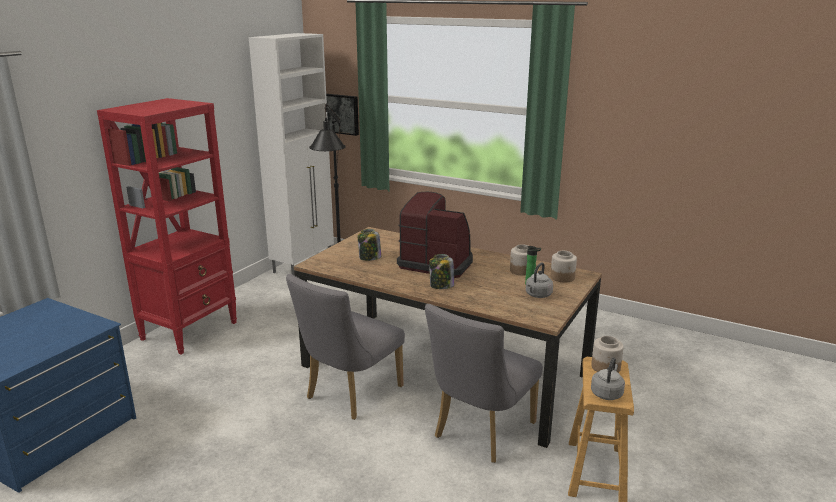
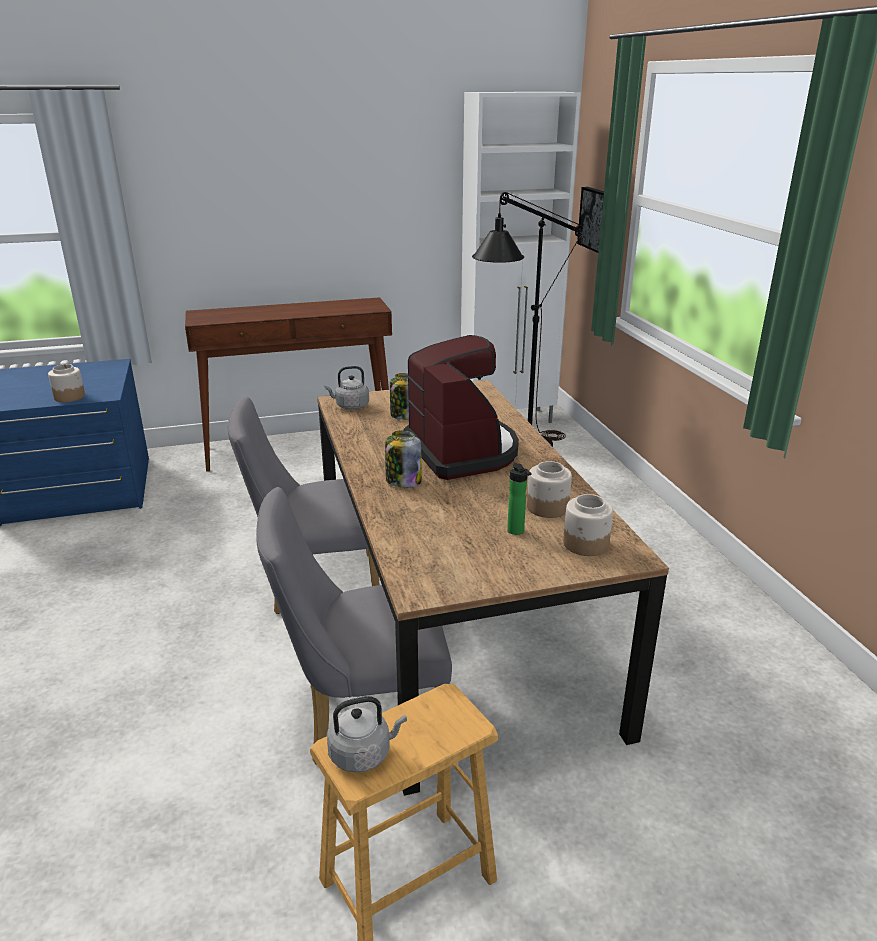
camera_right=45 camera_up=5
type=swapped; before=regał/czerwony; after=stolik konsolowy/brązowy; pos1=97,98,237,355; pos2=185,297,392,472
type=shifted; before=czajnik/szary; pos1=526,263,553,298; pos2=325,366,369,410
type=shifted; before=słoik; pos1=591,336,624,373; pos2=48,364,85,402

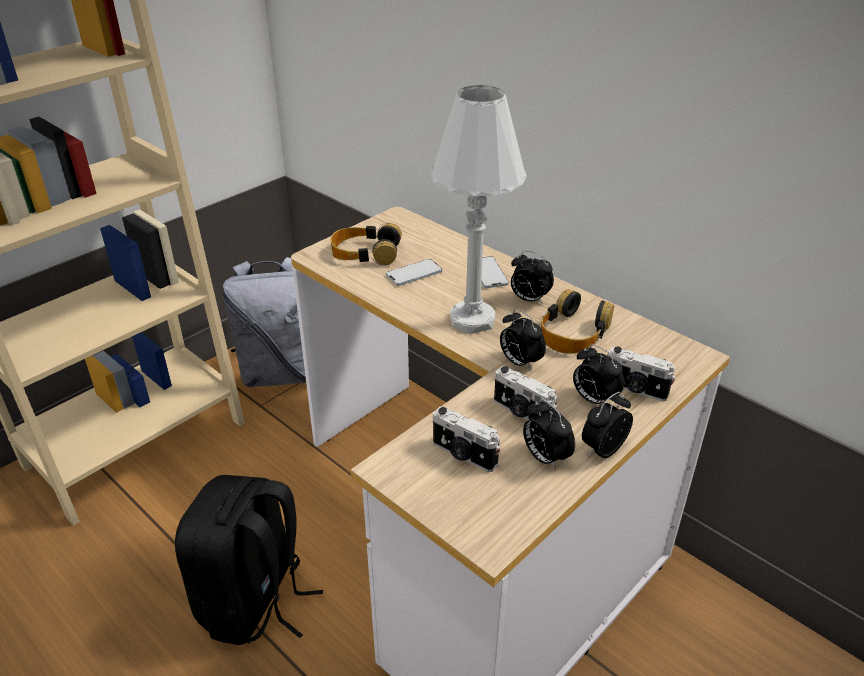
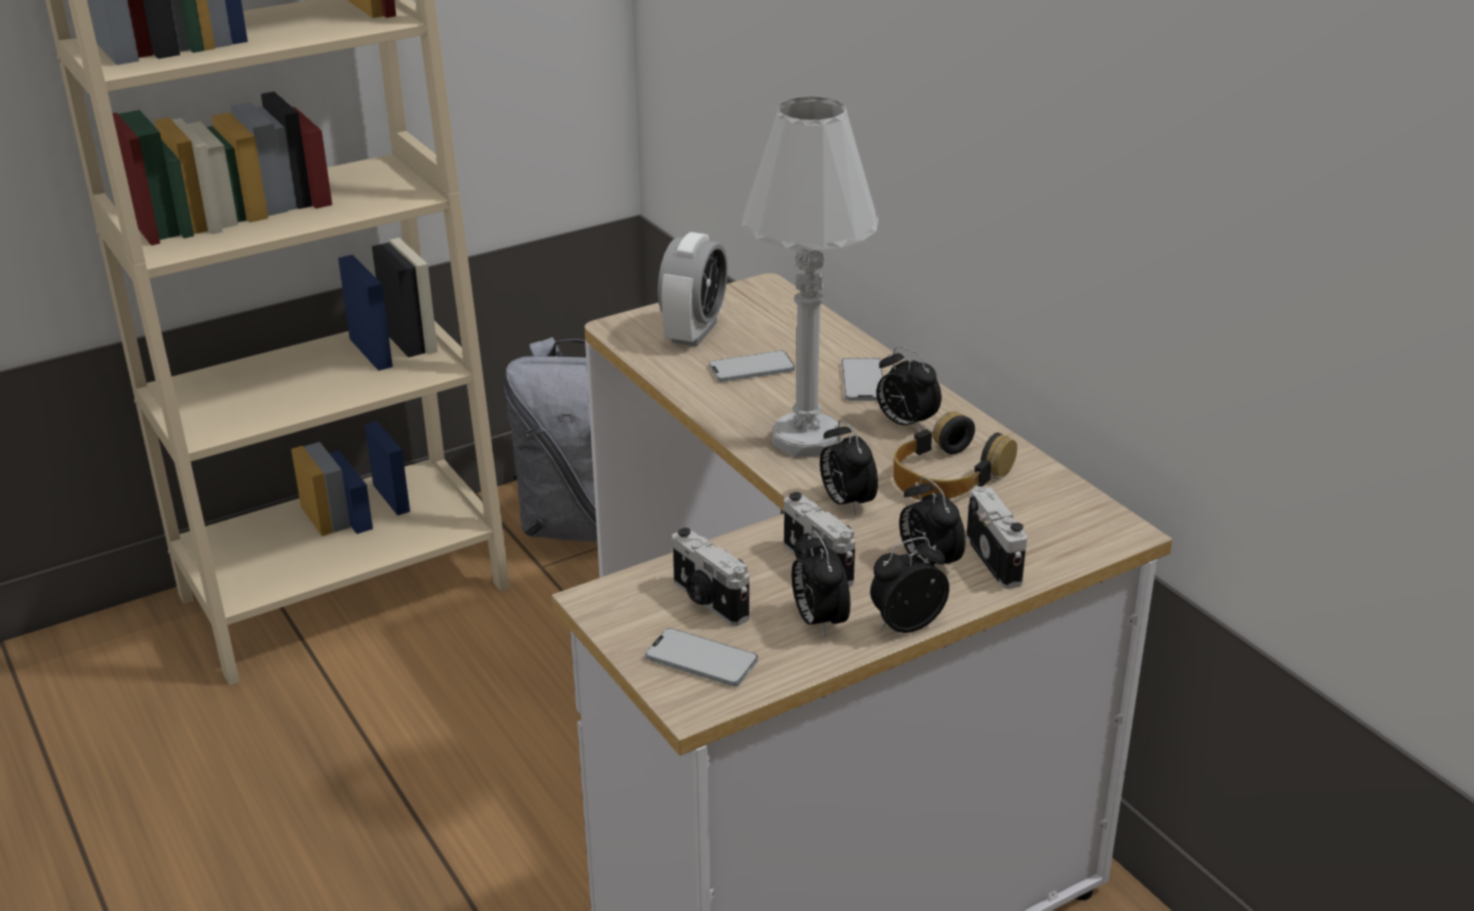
camera_right=15 camera_up=-5
type=gone; before=plecak/czarny; pos1=175,475,323,645
type=swapped; before=słuchawki; after=budzik; pos1=331,223,402,265; pos2=658,232,728,347
type=rotated; before=aparat fotograficzny; pos1=607,346,676,402; pos2=966,486,1028,589; turn=-150
type=new; after=telefon; pos2=645,628,758,687

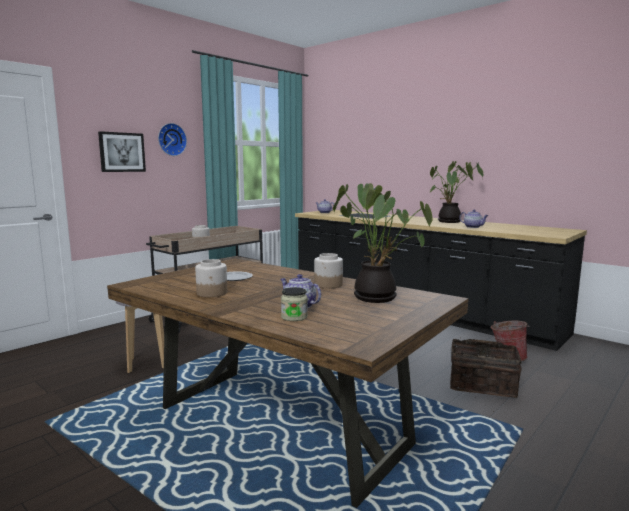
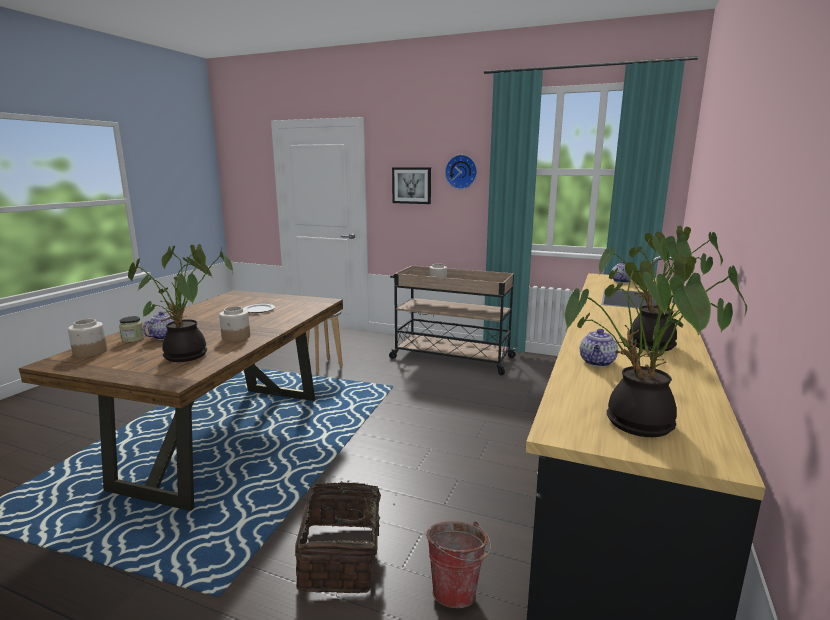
camera_right=70 camera_up=5
type=shifted; before=słoik; pos1=195,259,227,297; pos2=68,319,107,357
type=new; after=roślina doniczkowa; pos2=565,254,747,437

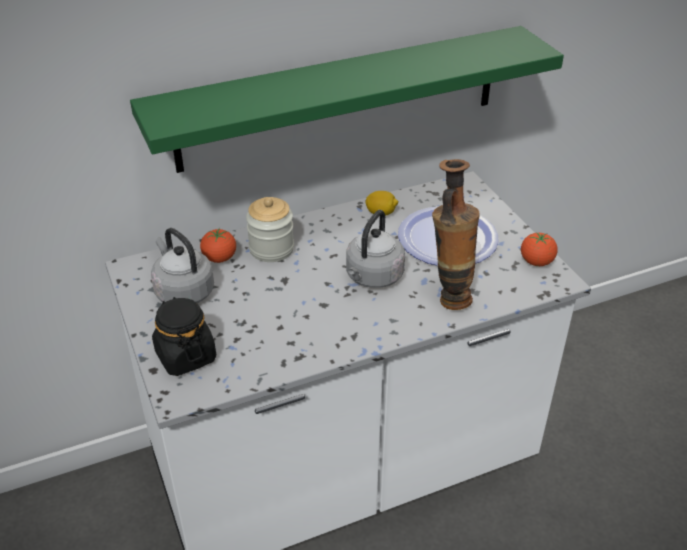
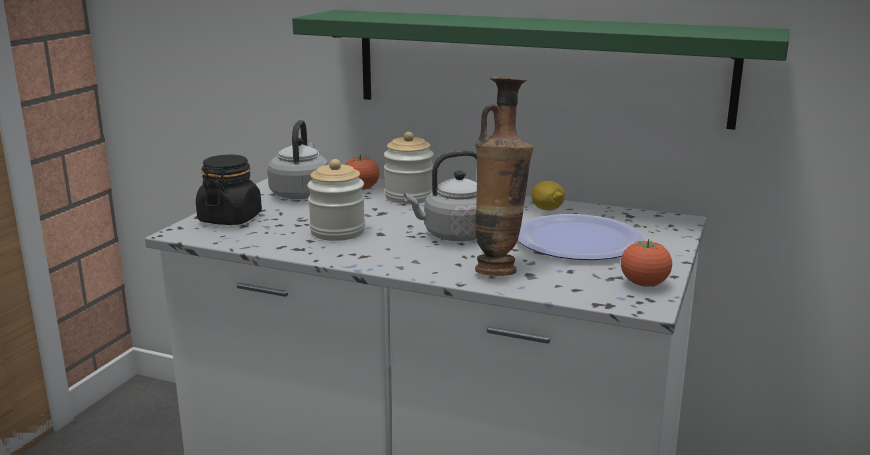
camera_right=45 camera_up=-20
type=new; after=słoik; pos2=307,159,365,241

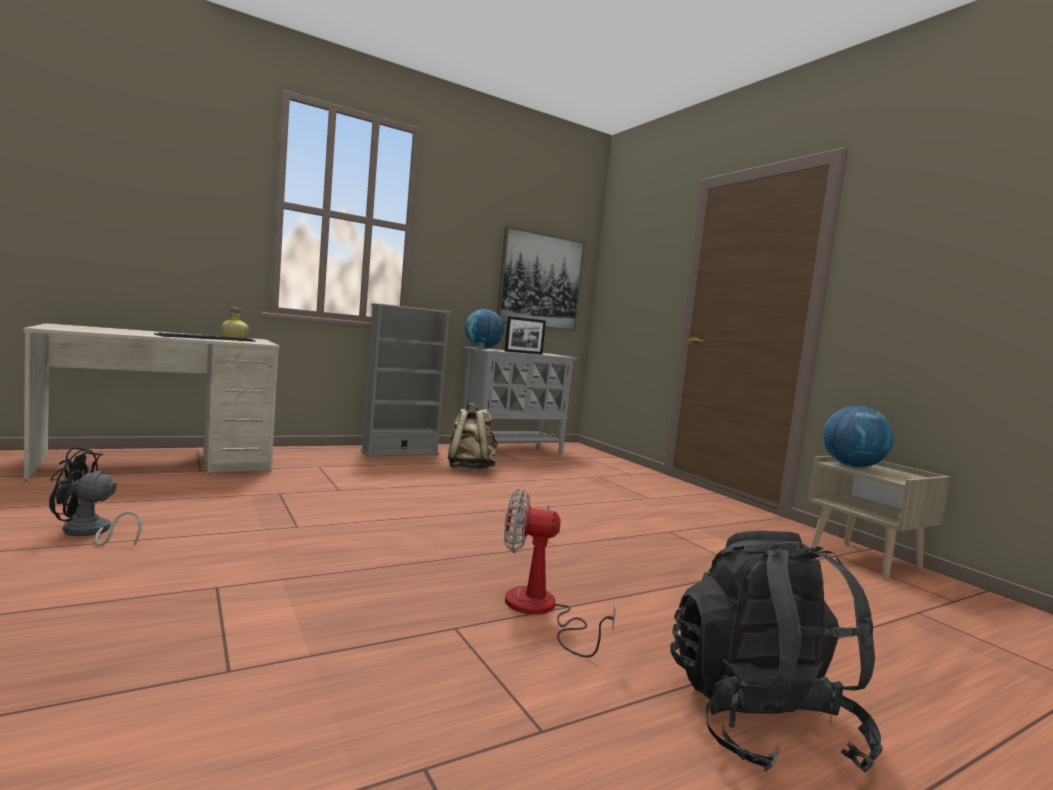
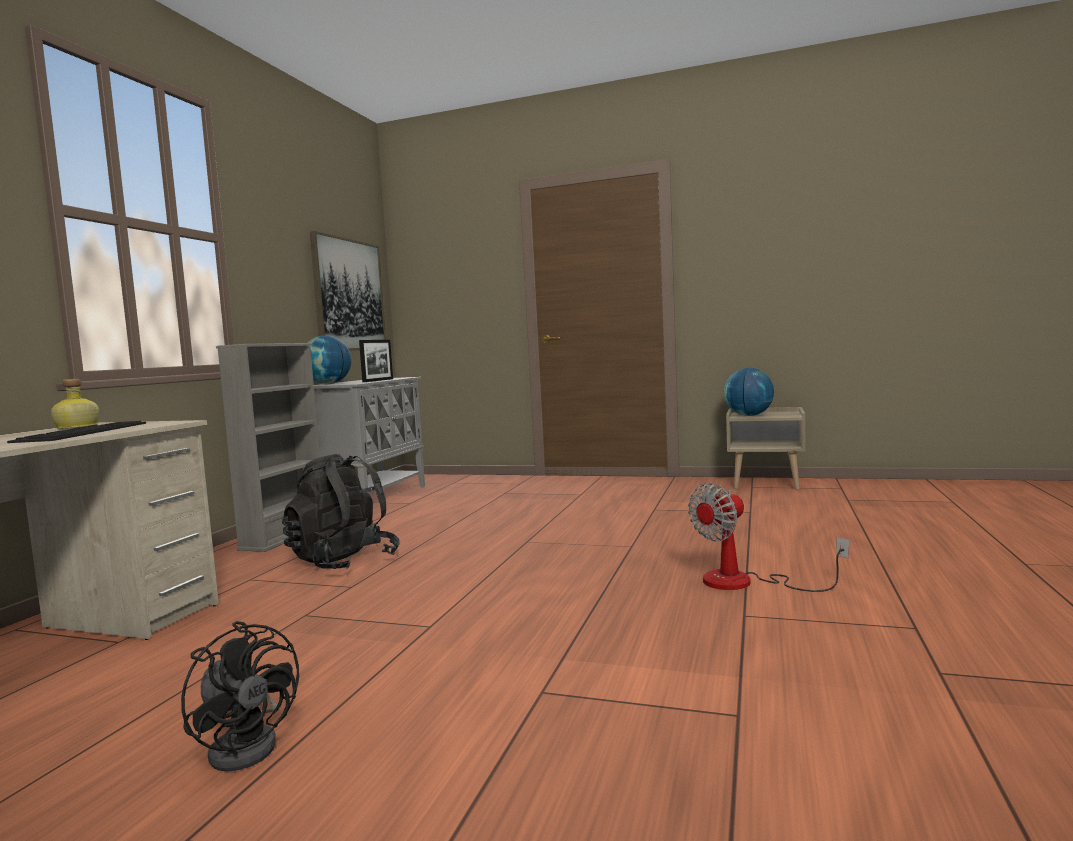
camera_right=-40 camera_up=0
type=rotated; before=wentylator/czarny; pos1=49,447,142,546; pos2=181,621,299,772; turn=-90
type=gone; before=plecak/beżowy; pos1=448,403,498,469
type=shifted; before=plecak/czarny; pos1=670,531,883,772; pos2=282,454,400,569

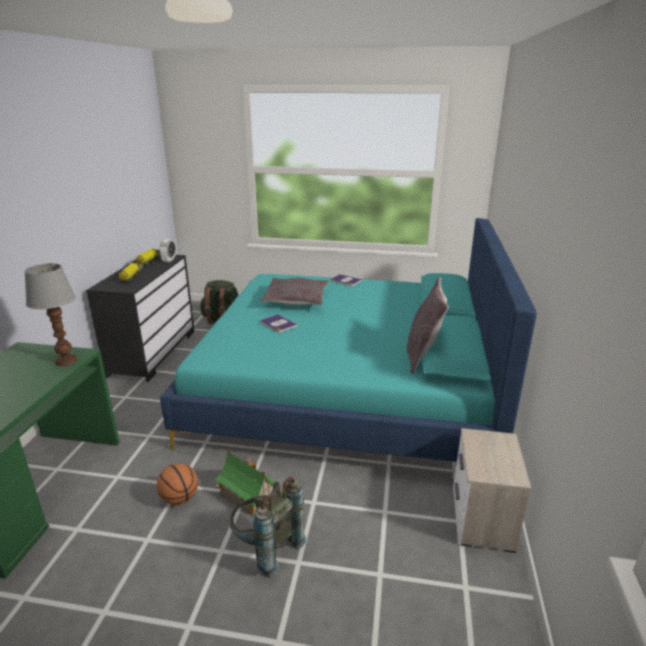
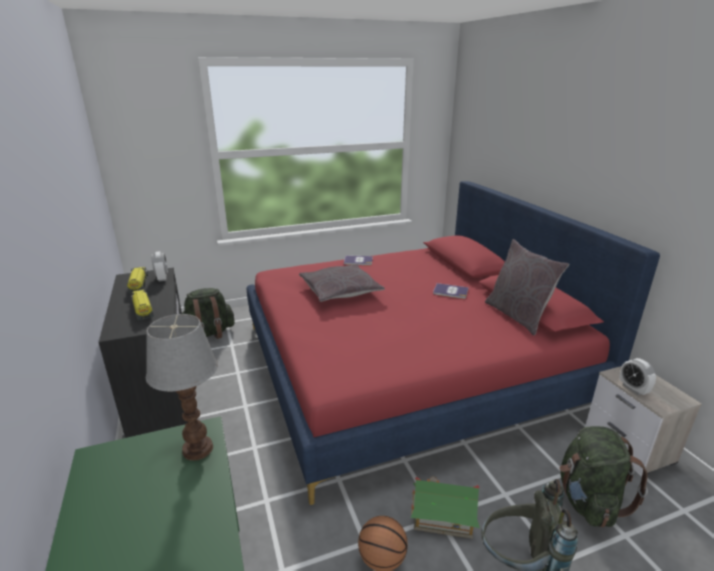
camera_right=-30 camera_up=0
type=repainted; before=łóżko/turkusowy; after=łóżko/czerwony; pos1=160,218,537,462; pos2=247,181,660,505
type=shifted; before=książka; pos1=260,314,298,333; pos2=433,283,469,299
type=new; after=plecak/zielony; pos2=559,426,648,527
type=new; after=budzik; pos2=619,358,656,395

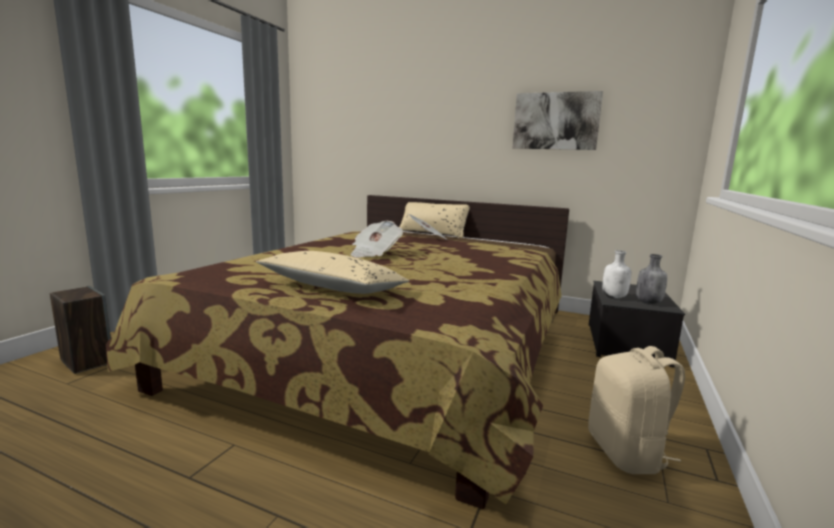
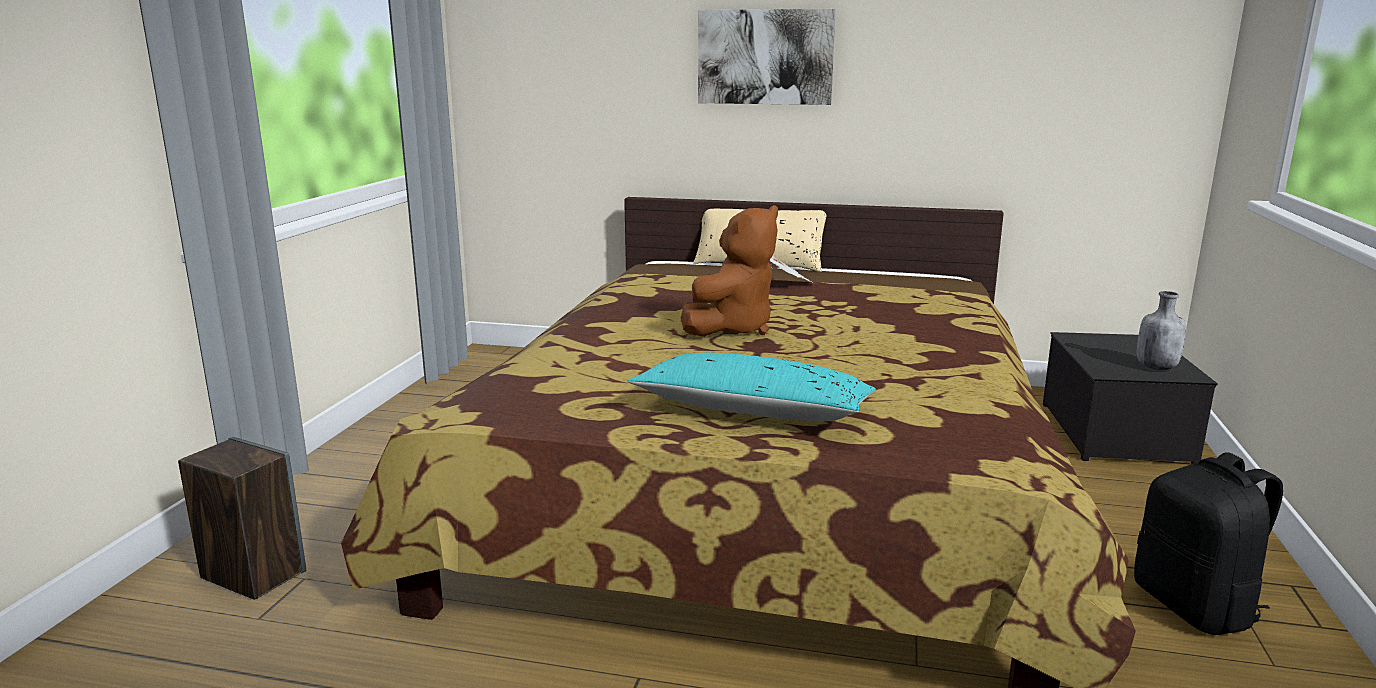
camera_right=-10 camera_up=5
type=repainted; before=poduszka/beżowy; after=poduszka/turkusowy; pos1=256,251,409,294; pos2=628,352,876,421
type=swapped; before=gazeta; after=pluszak/brązowy; pos1=350,221,403,258; pos2=681,205,778,337
type=shifted; before=obraz; pos1=513,91,603,150; pos2=698,9,836,105
type=repainted; before=plecak/beżowy; after=plecak/czarny; pos1=588,346,685,474; pos2=1134,453,1283,635
type=gone; before=butelka/biały; pos1=602,250,631,298

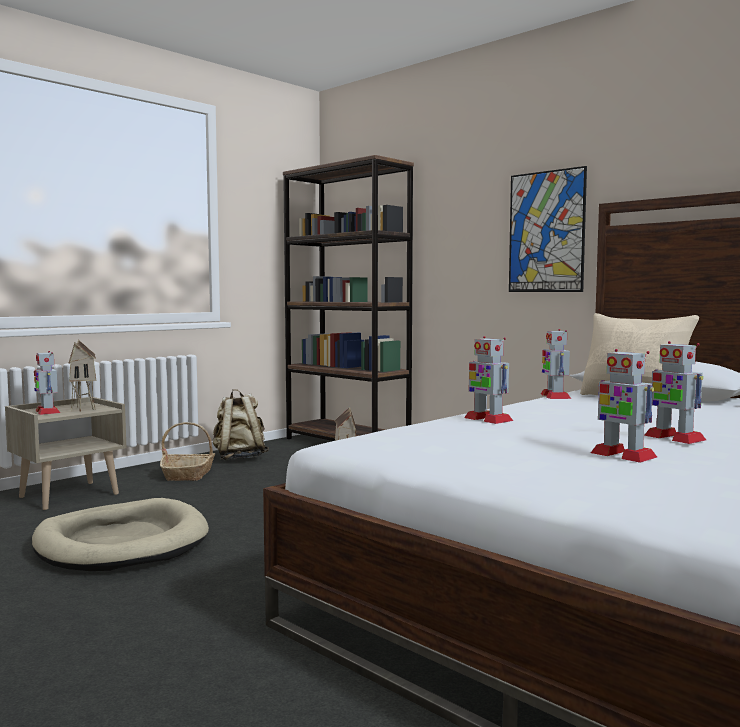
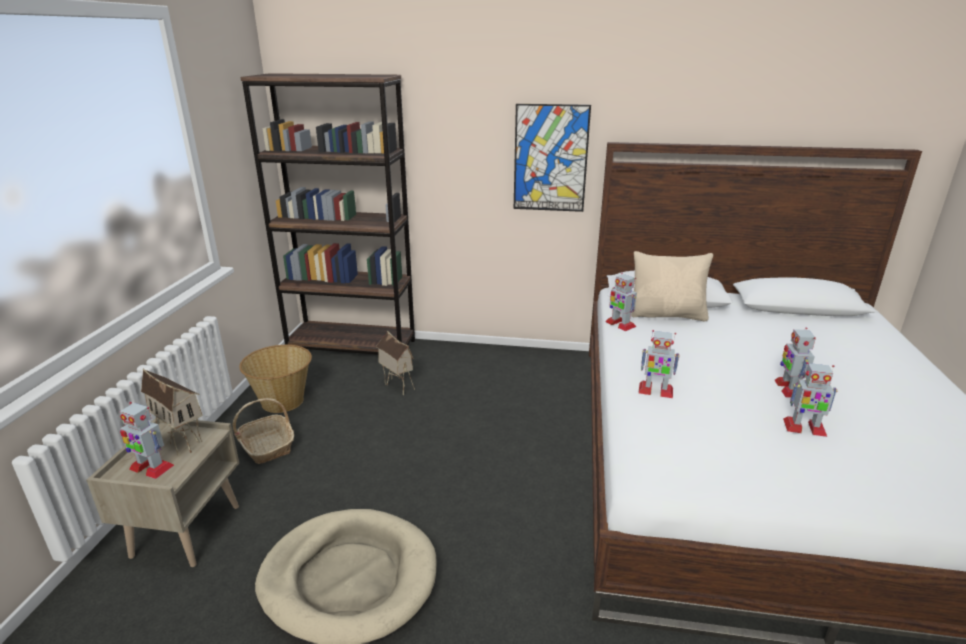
camera_right=-35 camera_up=20
type=swapped; before=plecak/beżowy; after=koszyk; pos1=213,389,269,460; pos2=239,345,312,413
type=rotated; before=robot zabawkowy; pos1=644,341,706,444; pos2=775,328,816,398; turn=75

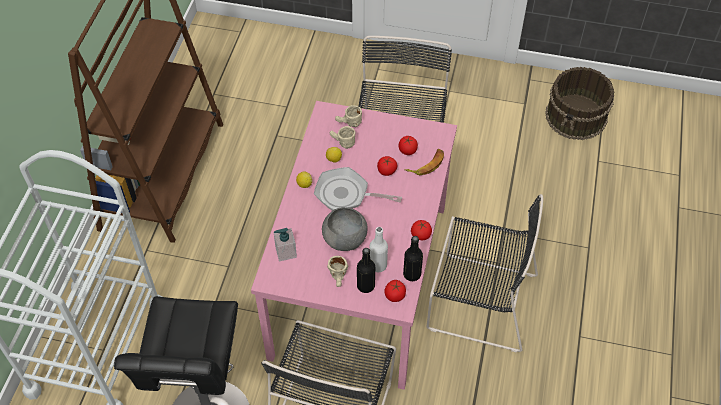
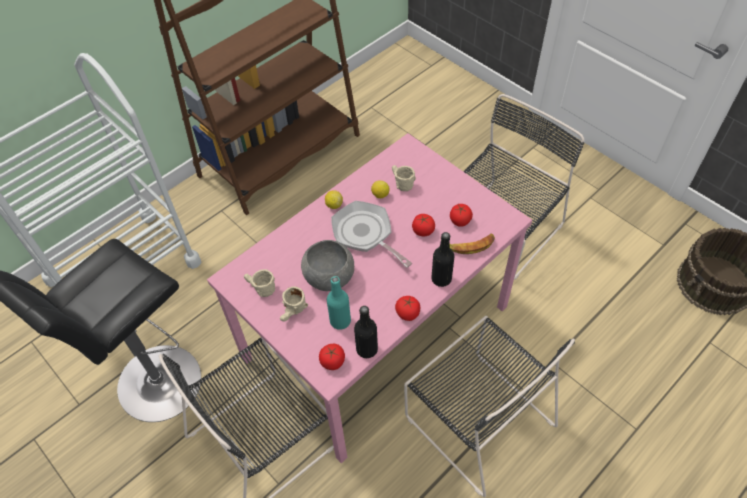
camera_right=35 camera_up=0
type=gone; before=dozownik mydła; pos1=274,228,297,261
type=shifted; before=kubek/beżowy; pos1=335,105,362,127; pos2=244,269,275,297
type=shifted; before=butelka/czarny; pos1=357,248,375,293; pos2=431,232,454,287
type=repainted; before=butelka/biały; after=butelka/turkusowy; pos1=370,227,388,272; pos2=327,276,351,330

